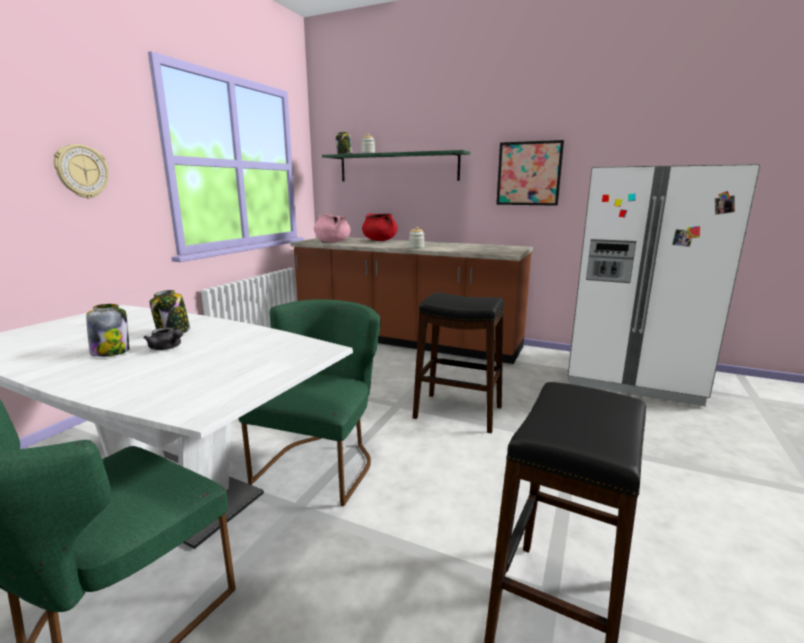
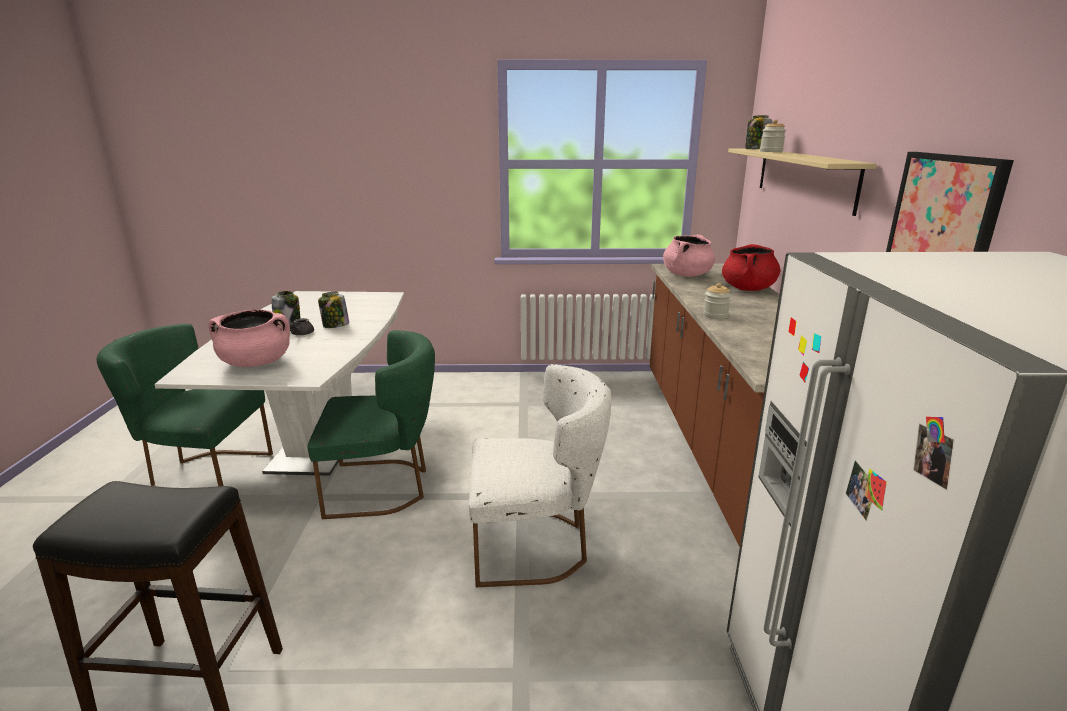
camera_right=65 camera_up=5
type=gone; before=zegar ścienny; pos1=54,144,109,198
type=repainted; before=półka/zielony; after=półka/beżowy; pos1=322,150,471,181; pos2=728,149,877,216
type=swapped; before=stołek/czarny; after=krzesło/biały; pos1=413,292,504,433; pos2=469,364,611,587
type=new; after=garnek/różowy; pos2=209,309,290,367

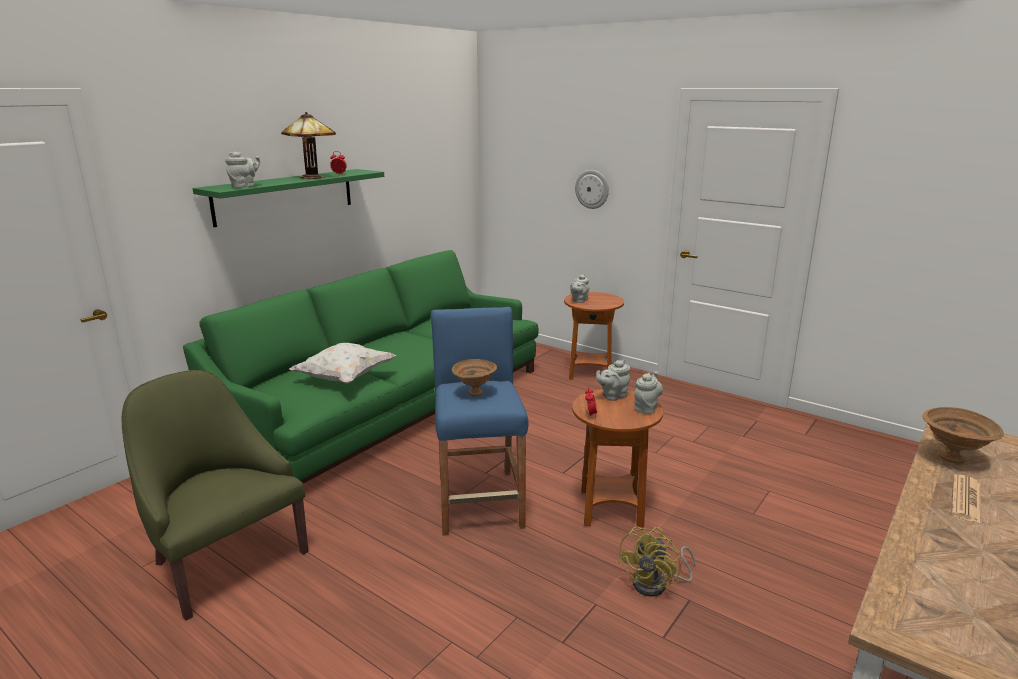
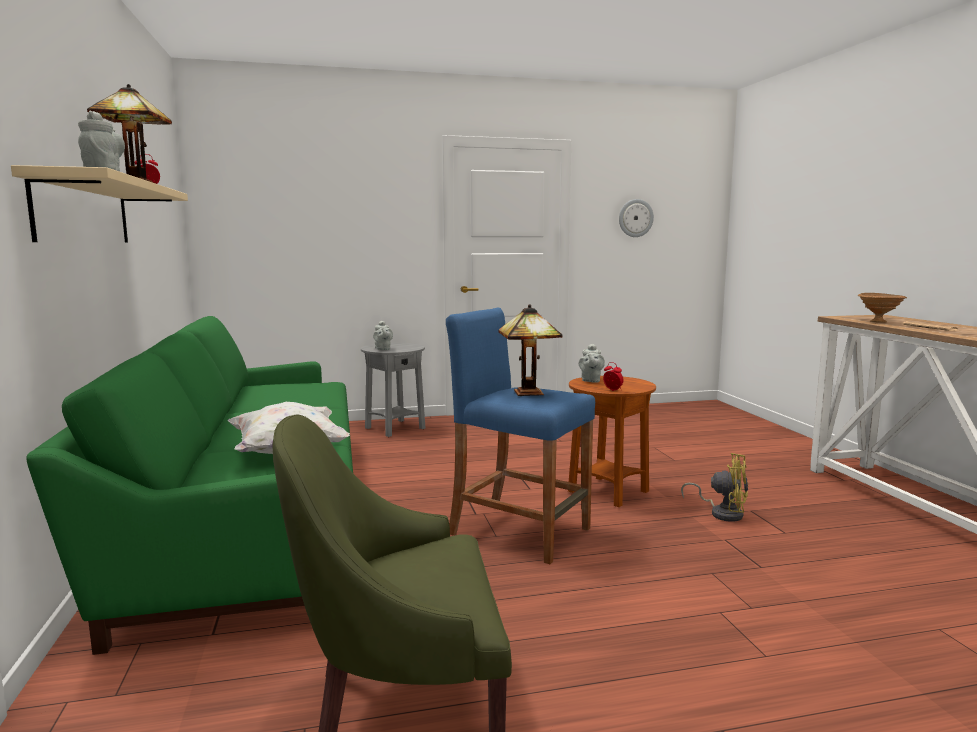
camera_right=-50 camera_up=-10
type=repainted; before=półka/zielony; after=półka/beżowy; pos1=193,169,384,227; pos2=11,165,188,242
type=swapped; before=miska/brązowy; after=lampa stołowa; pos1=452,359,497,396; pos2=498,304,563,396
type=repainted; before=stolik/brązowy; after=stolik/szary; pos1=564,292,624,379; pos2=361,343,426,437
type=shifted; before=zegar ścienny; pos1=575,170,609,209; pos2=619,199,654,237
type=rotated; before=wentylator/żółty; pos1=618,527,696,597; pos2=681,453,748,522; turn=-45
type=gone; before=imbryk/szary; pos1=634,371,663,414

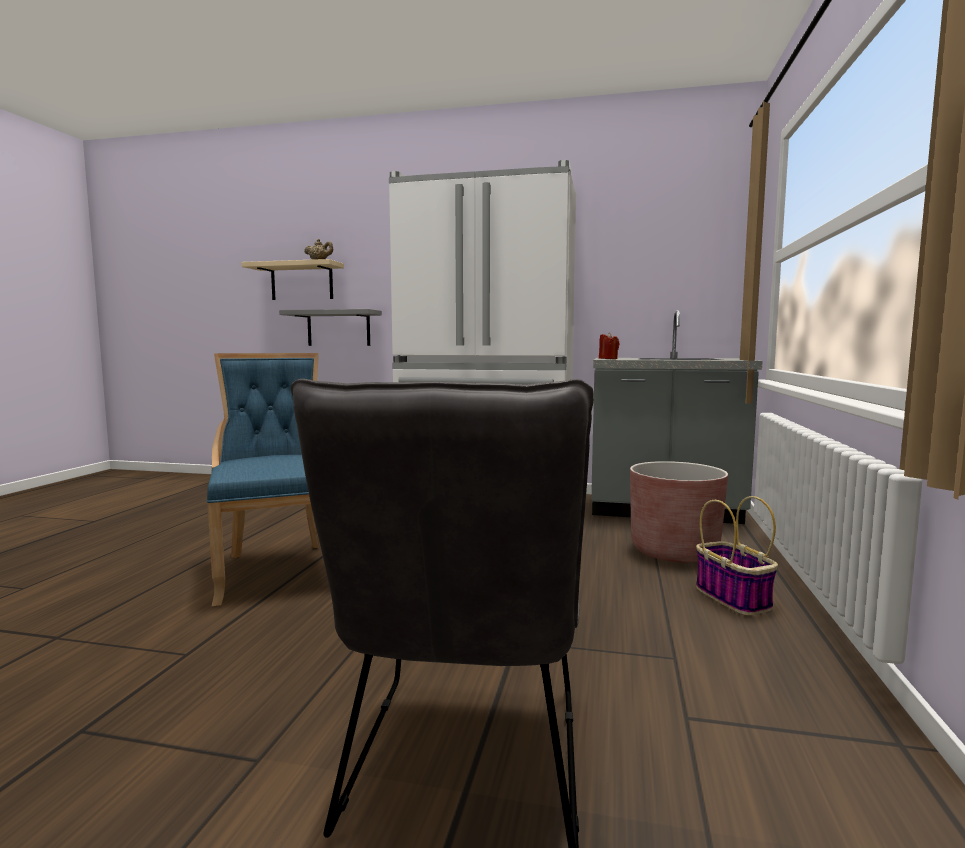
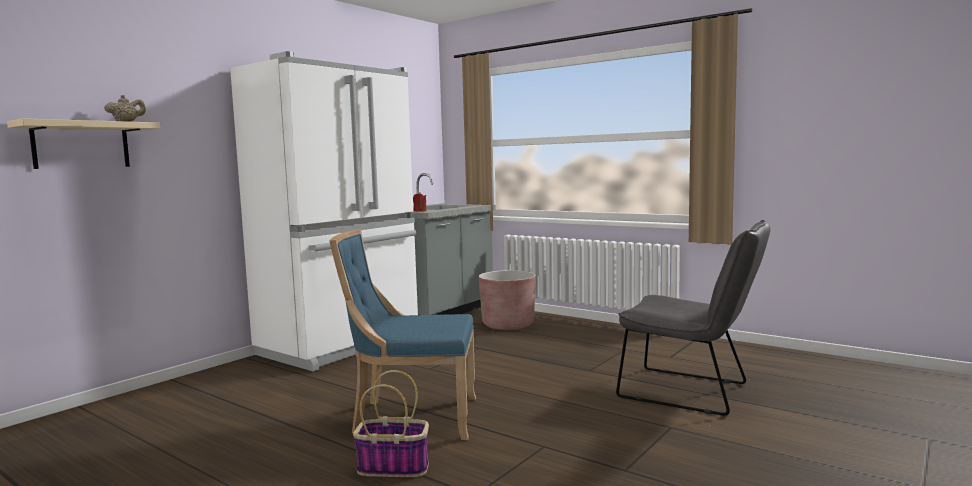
camera_right=-65 camera_up=0
type=gone; before=półka/szary; pos1=279,309,382,346
type=shifted; before=koszyk; pos1=696,496,778,615; pos2=353,370,429,477

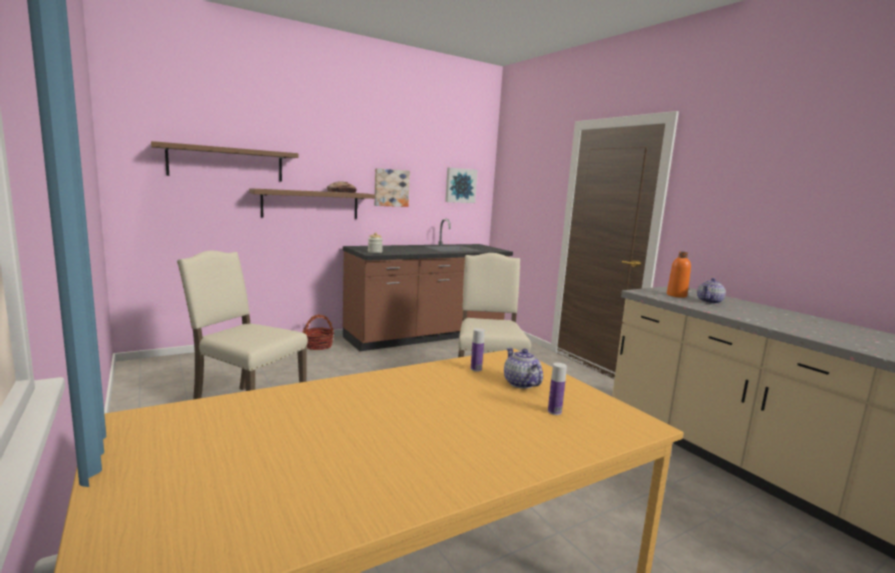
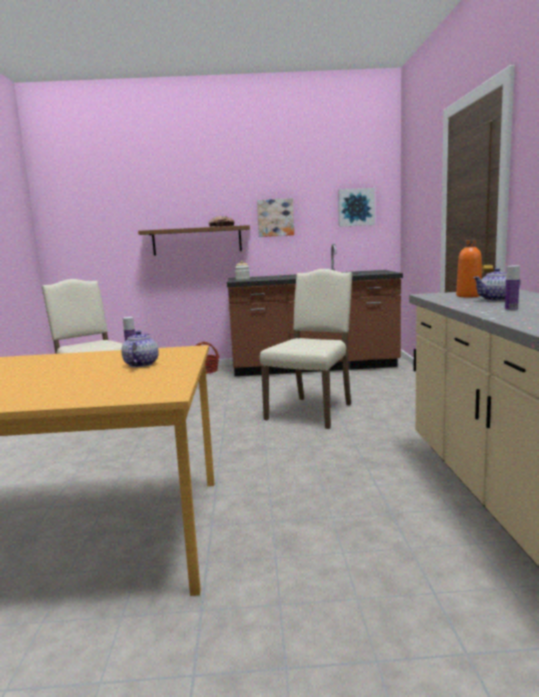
camera_right=30 camera_up=0
type=gone; before=półka/brązowy; pos1=151,141,299,182
type=shifted; before=butelka; pos1=548,363,567,415; pos2=505,266,520,311

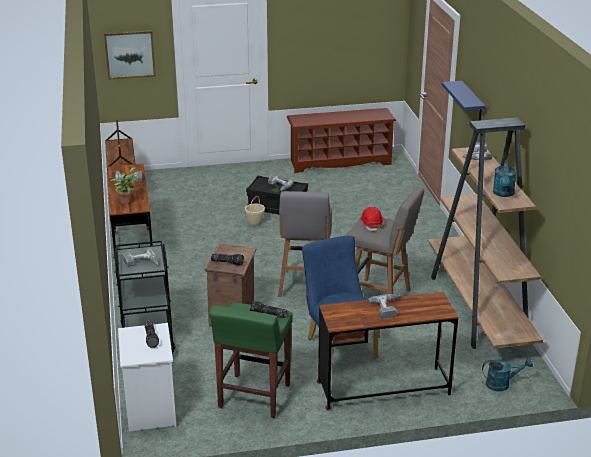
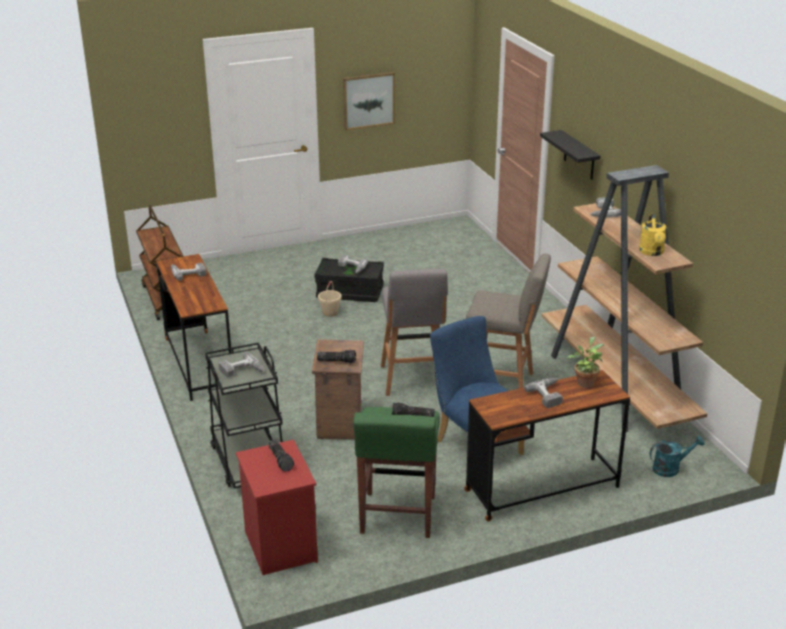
camera_right=-10 camera_up=0
type=shifted; before=obraz; pos1=104,30,156,80; pos2=343,72,395,131
type=shifted; before=roślina doniczkowa; pos1=111,167,139,204; pos2=566,337,604,388
type=repainted; before=szafka nocna/biały; after=szafka nocna/czerwony; pos1=118,323,176,431; pos2=236,439,318,575
type=gone; before=regał na buty/brązowy; pos1=287,108,396,173
type=gone; before=kask/czerwony; pos1=361,207,383,232
type=repainted; before=półka/niebieski; after=półka/czarny; pos1=442,81,486,121; pos2=540,130,601,180
type=repainted; before=konewka/turkusowy; after=konewka/żółty; pos1=493,160,517,197; pos2=639,214,667,256

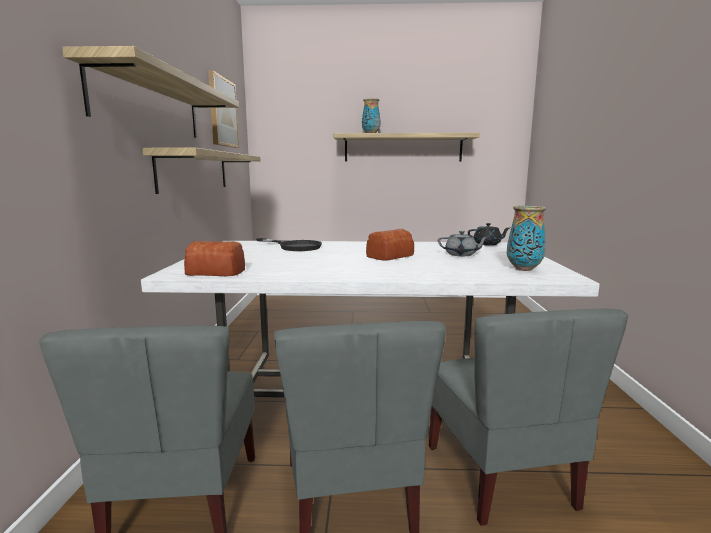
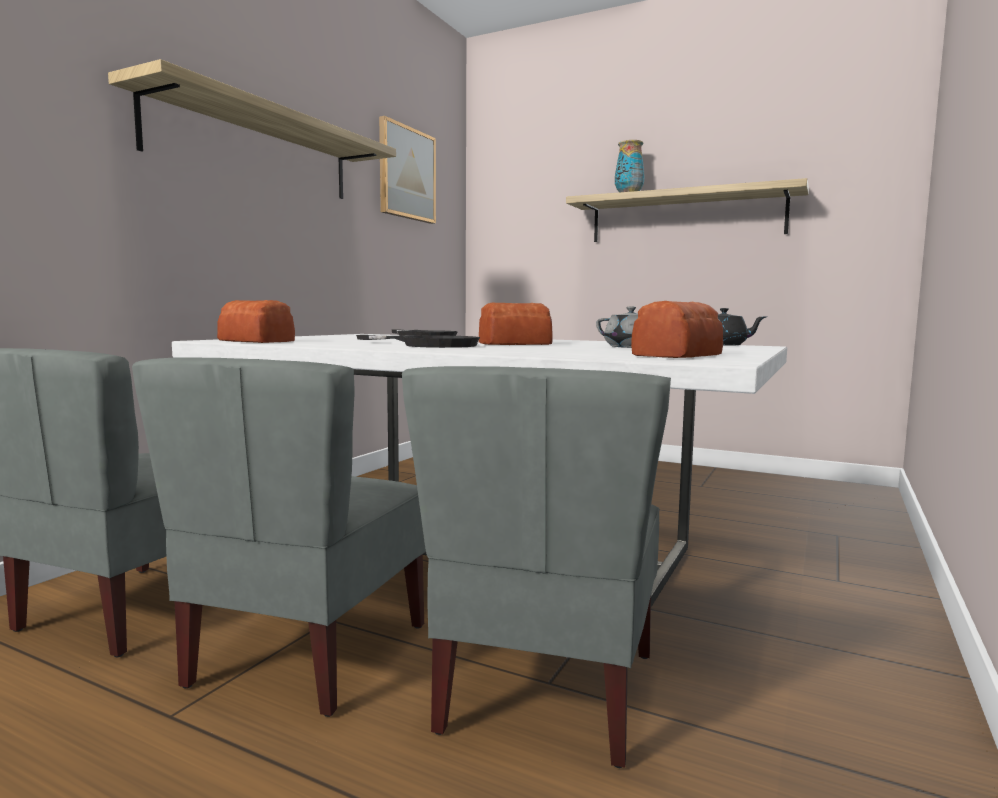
camera_right=25 camera_up=-5
type=gone; before=półka; pos1=142,148,260,194
type=swapped; before=wazon; after=chleb; pos1=507,206,546,271; pos2=631,301,723,358
type=new; after=patelnia/czarny; pos2=356,335,480,348

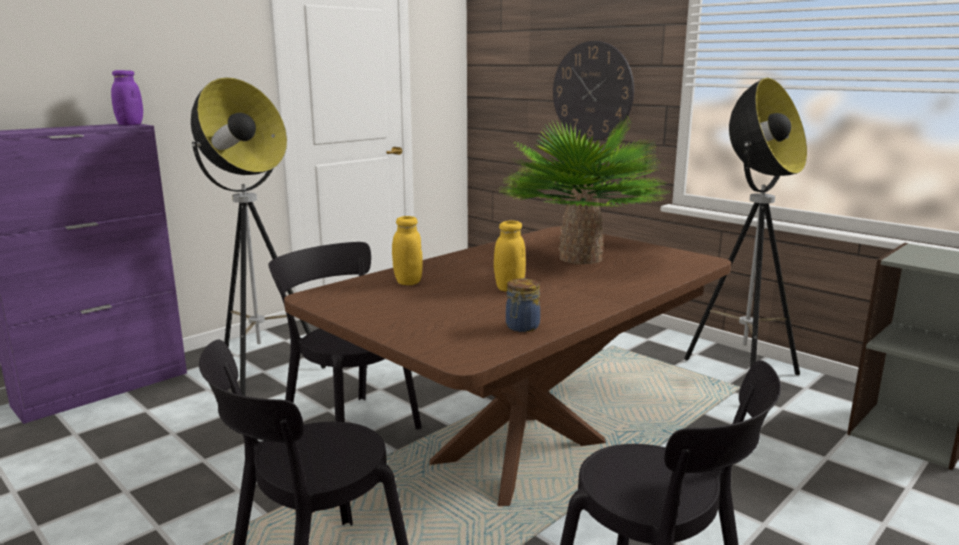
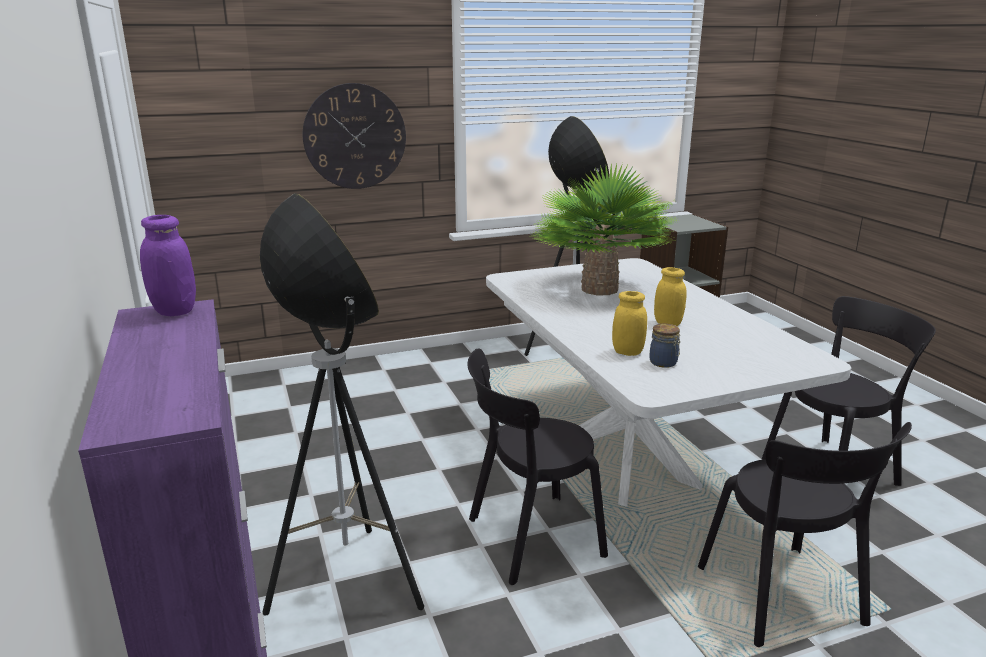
camera_right=-65 camera_up=5
type=repainted; before=stół jadalny/brązowy; after=stół jadalny/biały; pos1=284,226,731,506; pos2=486,258,851,507
type=shifted; before=słoik; pos1=506,278,540,332; pos2=649,324,681,368

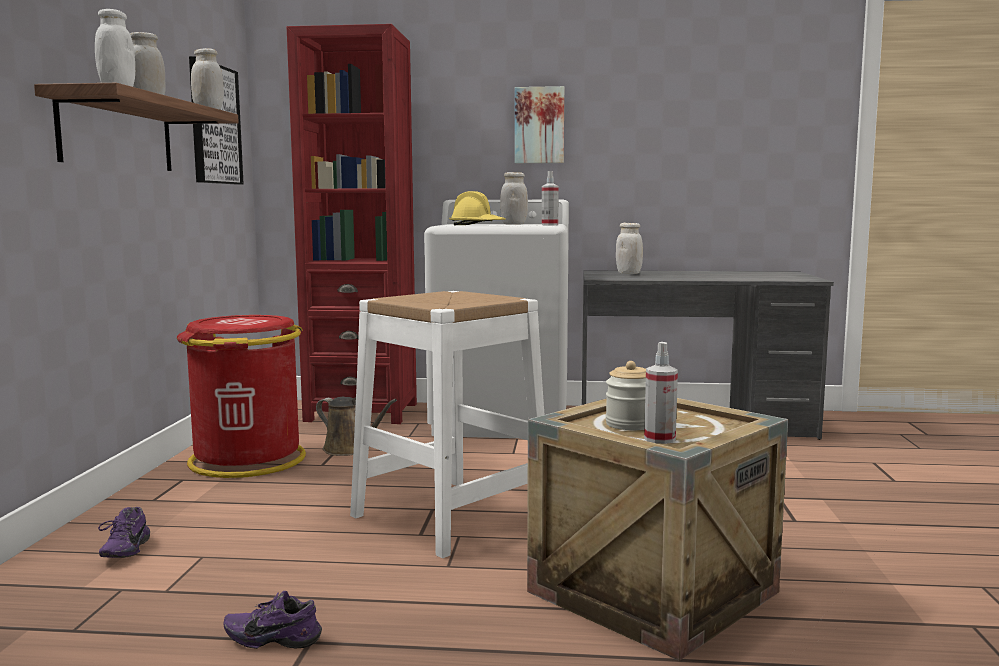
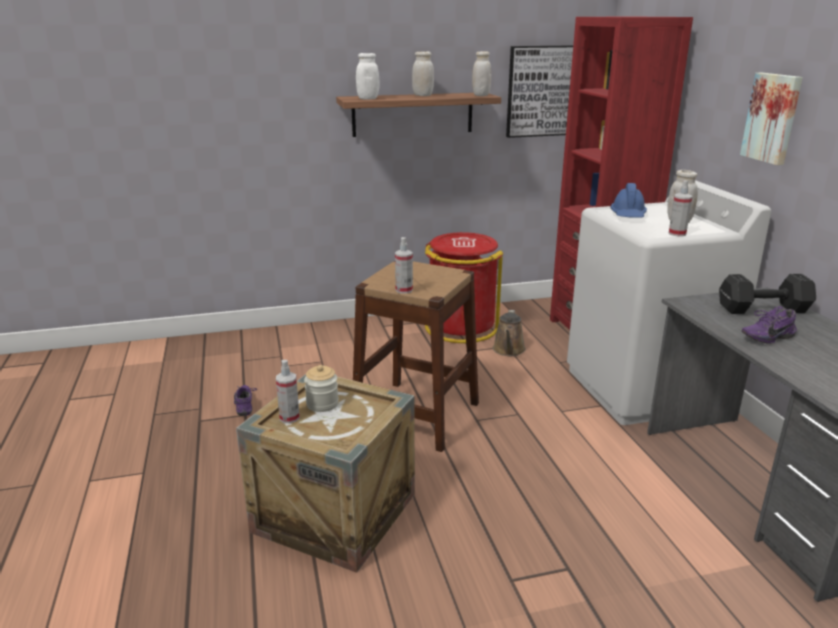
camera_right=70 camera_up=15
type=shifted; before=but/fioletowy; pos1=98,507,150,558; pos2=742,306,797,344
type=repainted; before=stołek/biały; after=stołek/brązowy; pos1=350,291,544,558; pos2=353,261,479,452
type=repainted; before=kask/żółty; after=kask/niebieski; pos1=449,191,505,225; pos2=610,183,647,218
type=swapped; before=słoik/biały; after=hantel/czarny; pos1=616,223,643,274; pos2=719,274,816,314
type=new; after=spryskiwacz; pos2=395,237,413,294

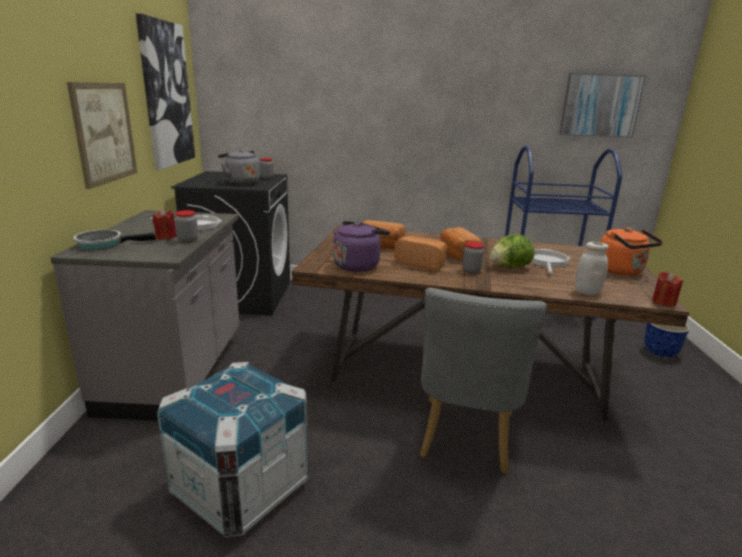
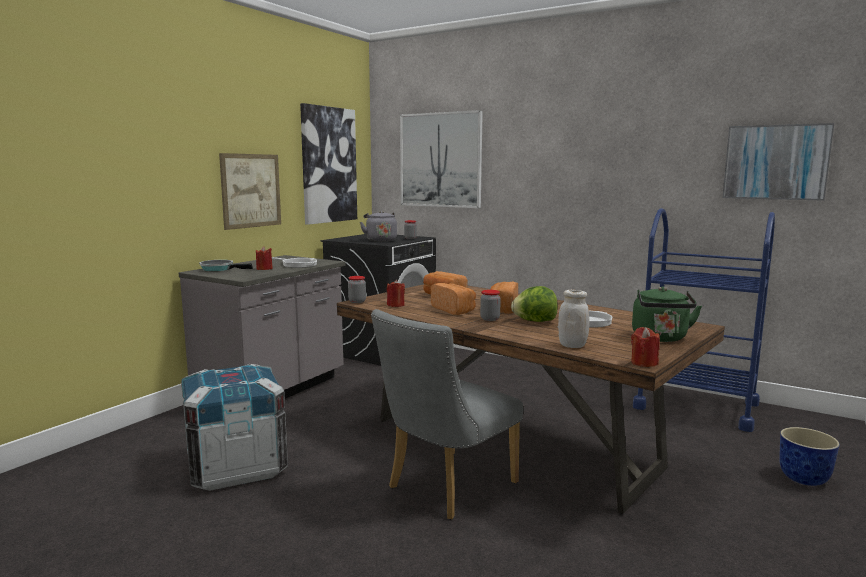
camera_right=30 camera_up=-10
type=shifted; before=słoik; pos1=175,210,198,243; pos2=348,276,366,303
type=swapped; before=czajnik/fioletowy; after=świeca/czerwony; pos1=333,221,390,272; pos2=387,280,405,307
type=repainted; before=czajnik/pomarańczowy; after=czajnik/zielony; pos1=600,228,663,276; pos2=632,286,702,342
type=new; after=obraz; pos2=400,110,483,208

